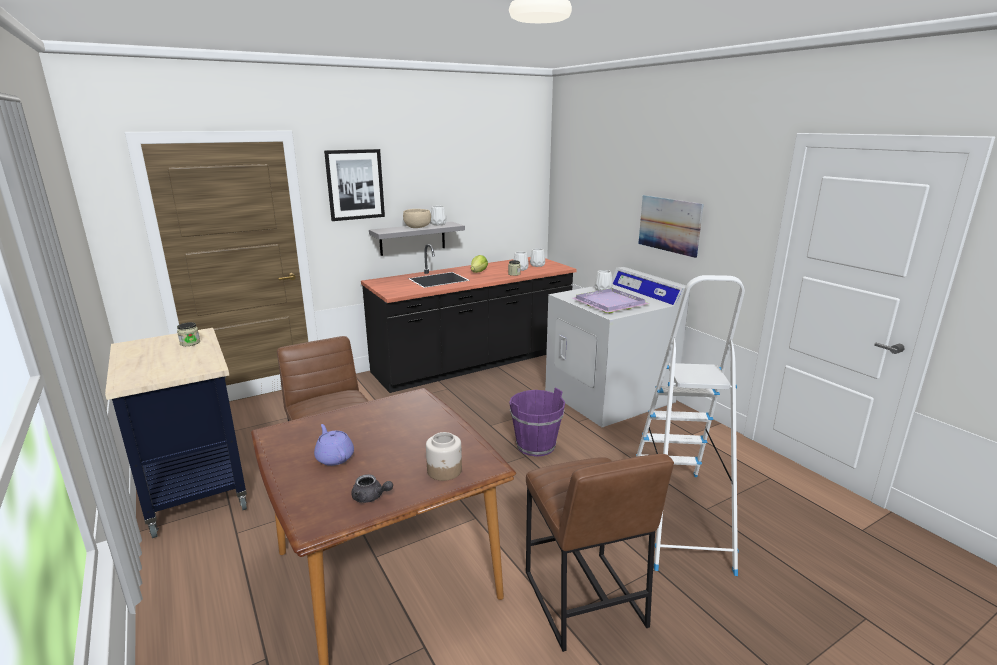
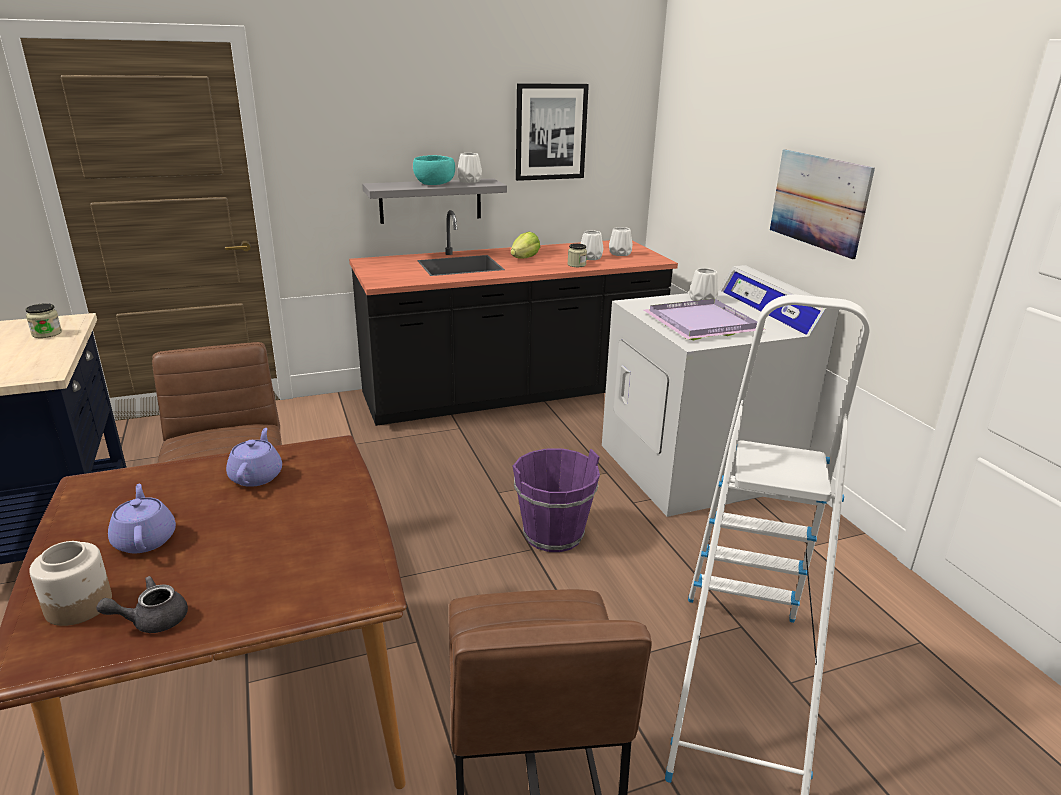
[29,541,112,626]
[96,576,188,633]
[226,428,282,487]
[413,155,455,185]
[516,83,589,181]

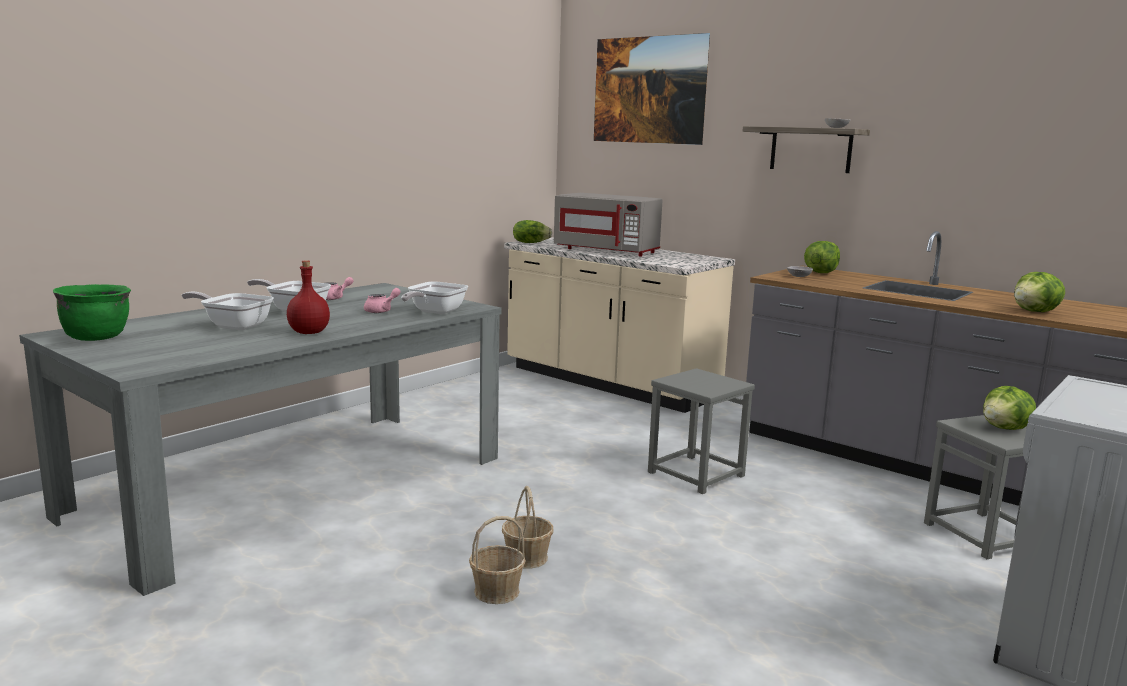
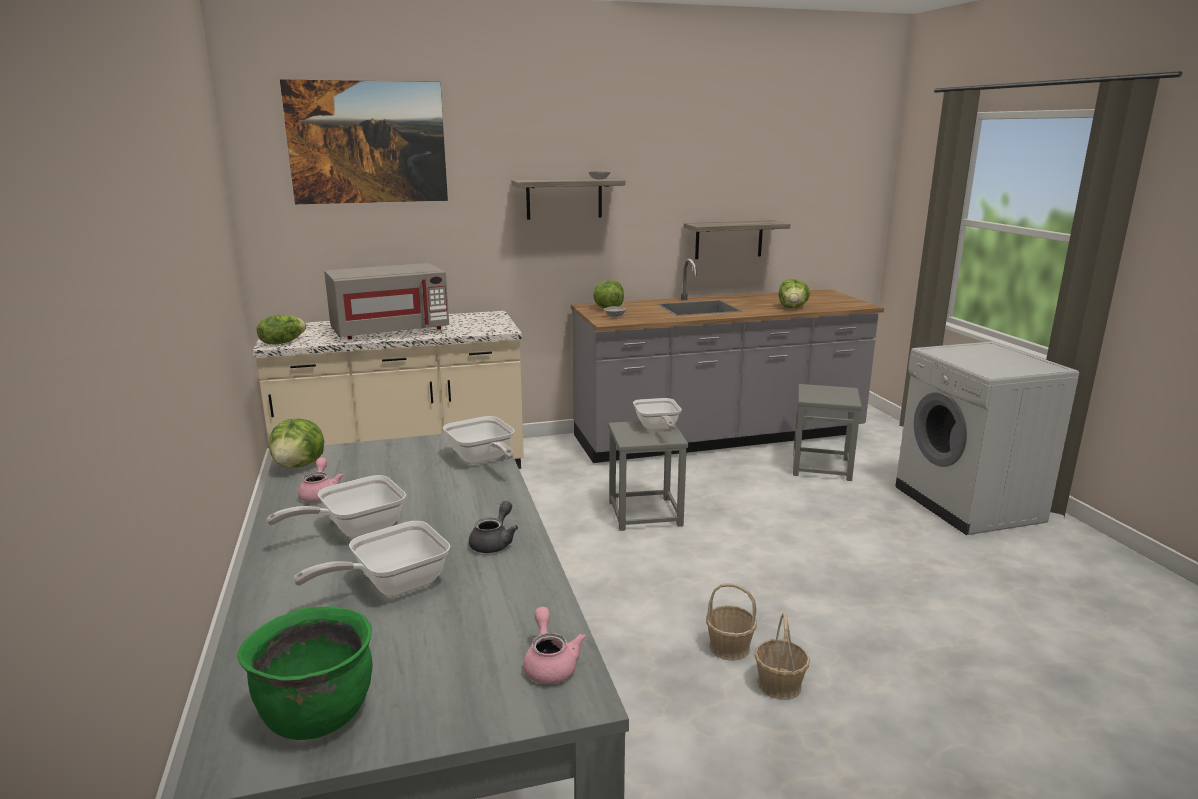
[269,418,325,468]
[469,501,518,553]
[523,607,586,684]
[633,398,682,430]
[684,220,790,259]

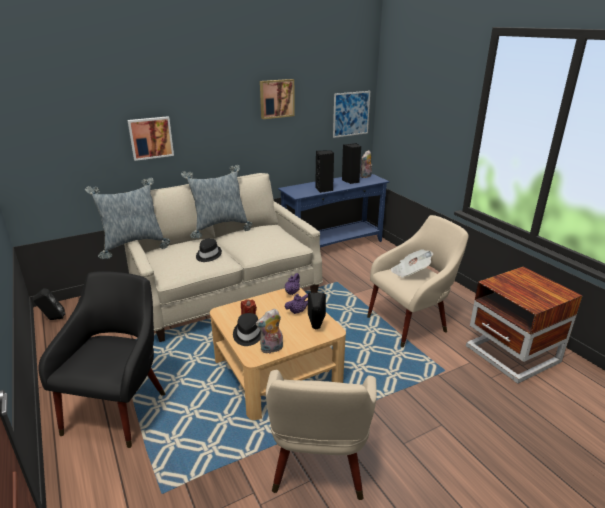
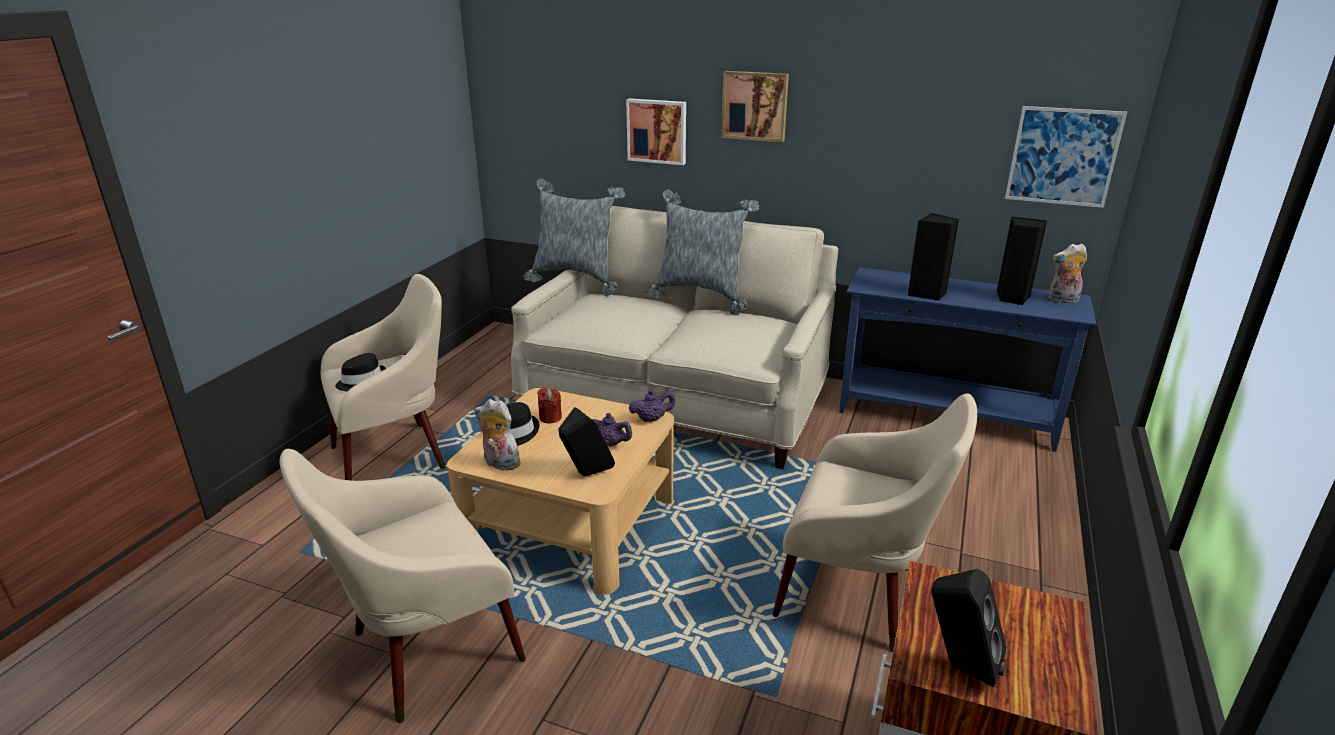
[321,274,446,480]
[335,353,386,391]
[721,71,789,142]
[932,569,1006,687]
[390,249,434,278] (first image)

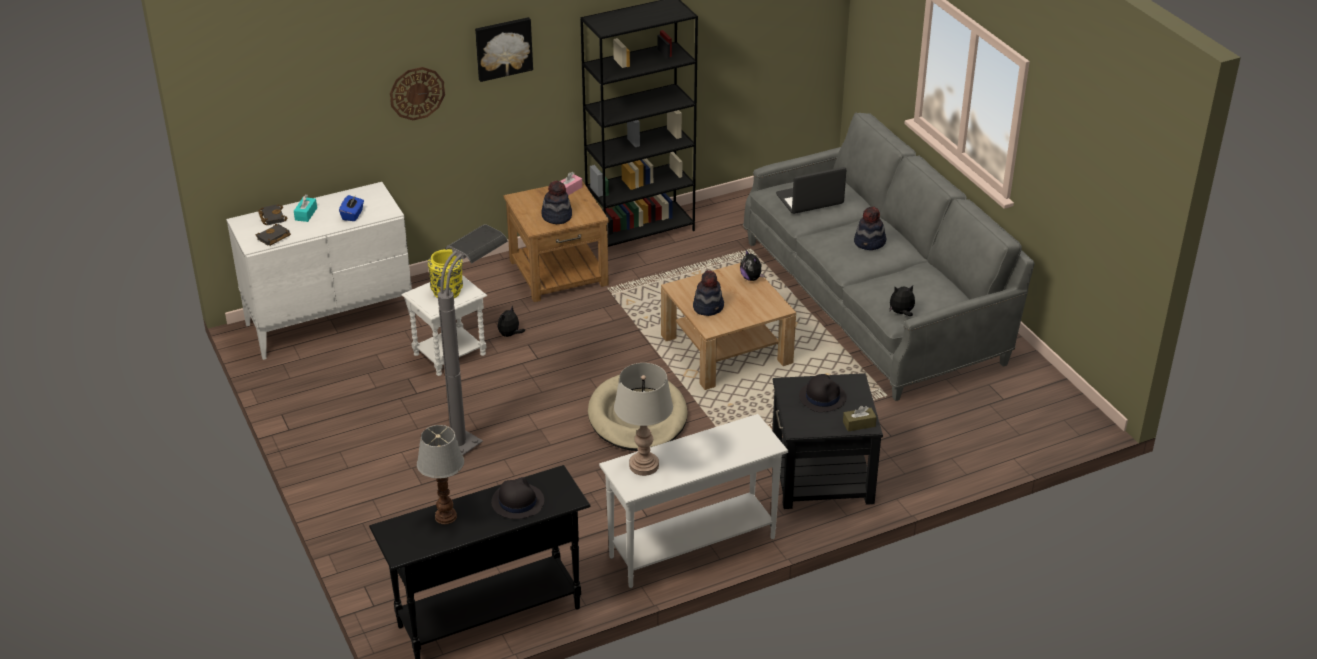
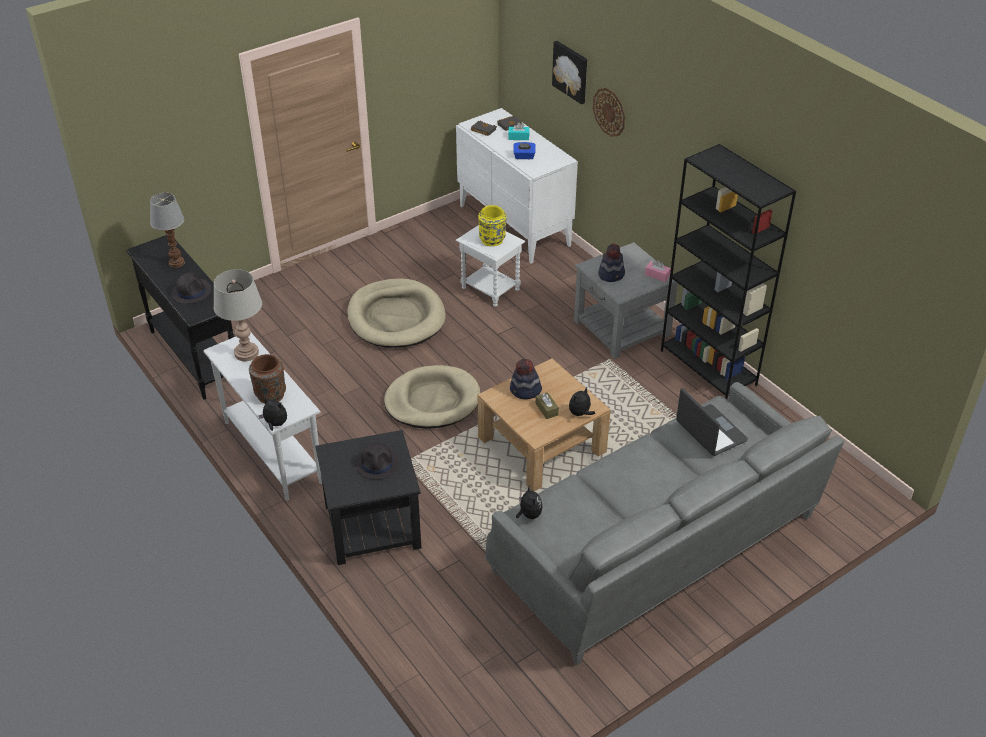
[249,354,286,404]
[259,398,287,431]
[347,278,446,348]
[536,392,559,419]
[552,41,587,104]
[574,242,678,359]
[854,207,886,250] (first image)

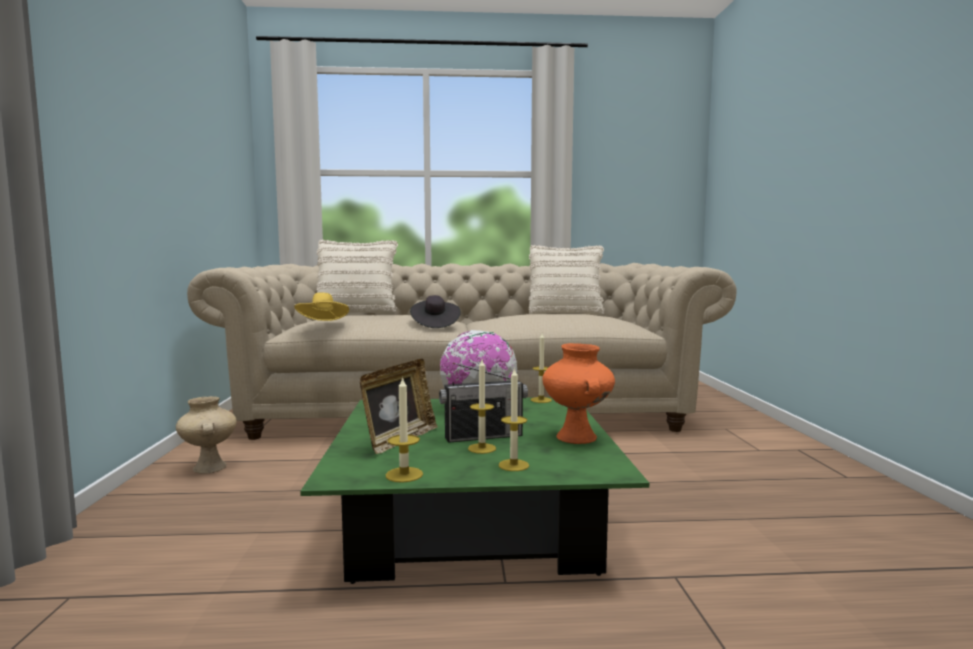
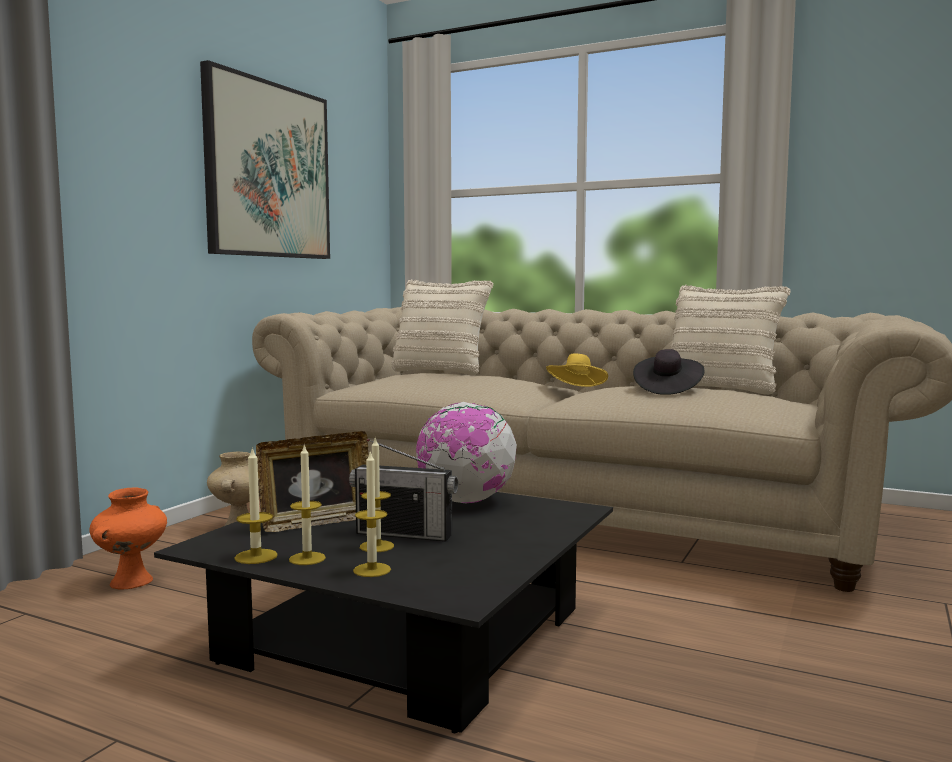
[90,488,167,589]
[154,492,613,733]
[200,60,330,259]
[289,444,326,565]
[546,354,608,387]
[633,349,704,395]

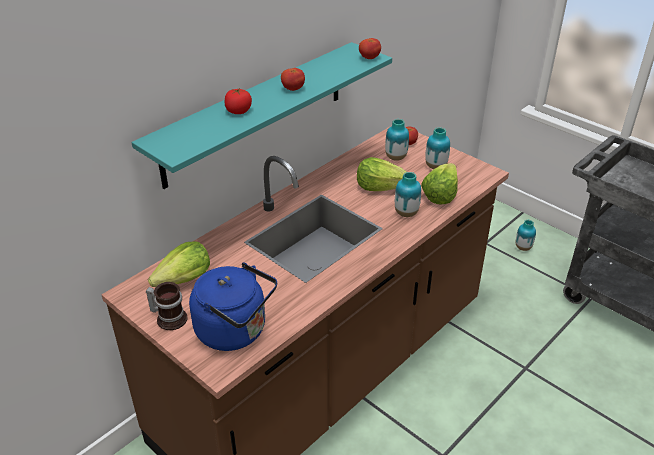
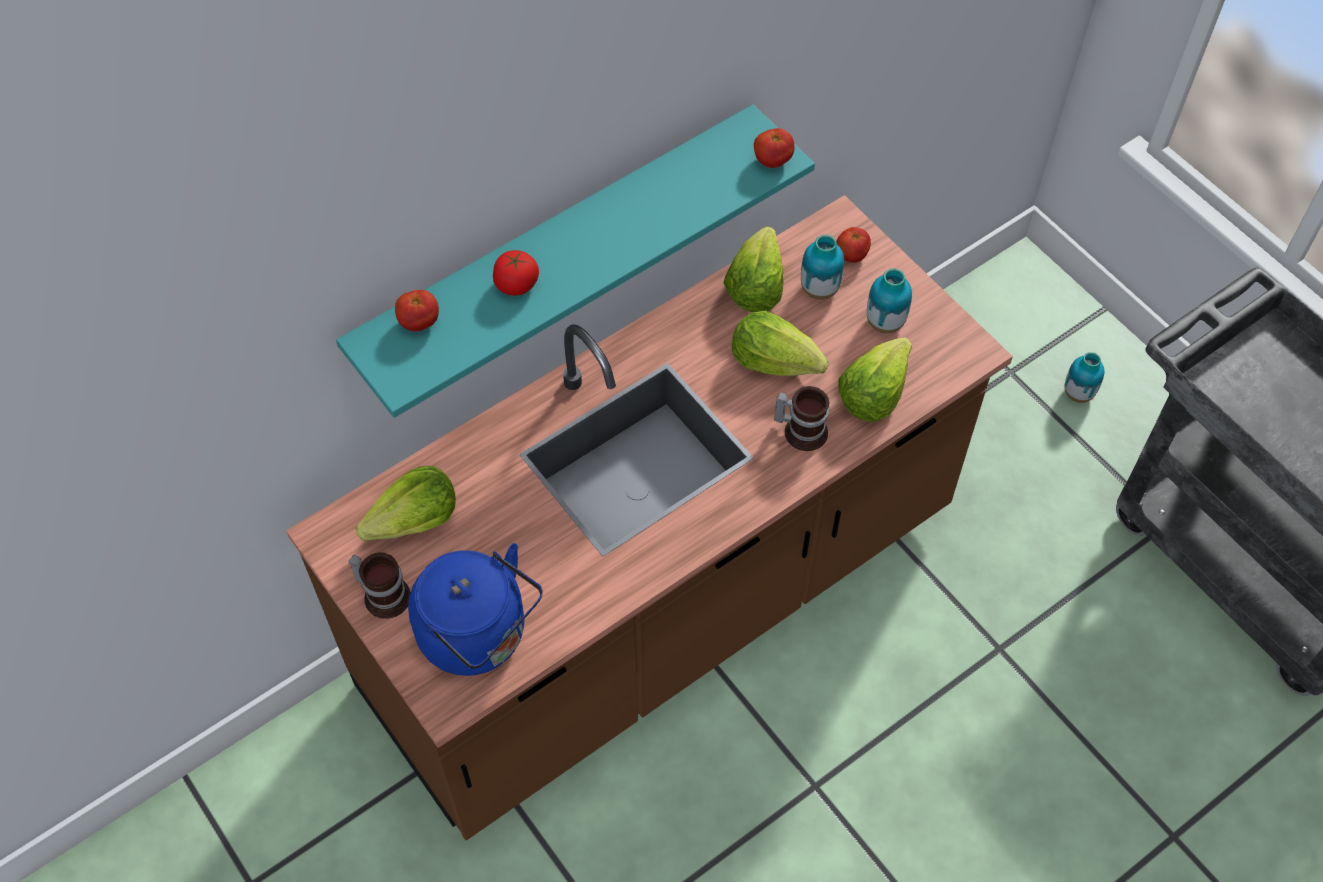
[395,290,439,332]
[724,227,784,312]
[774,386,829,451]

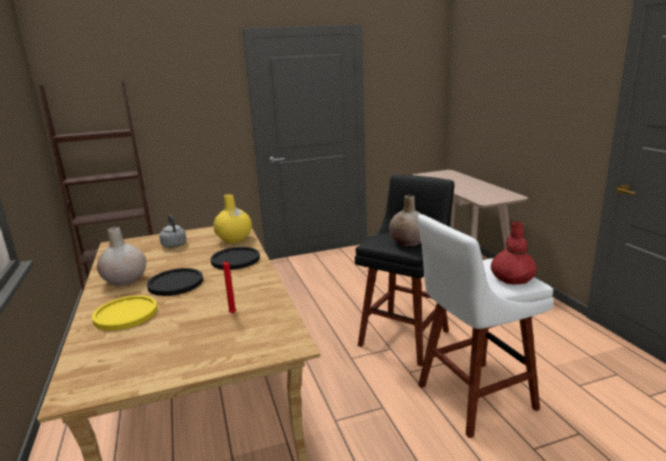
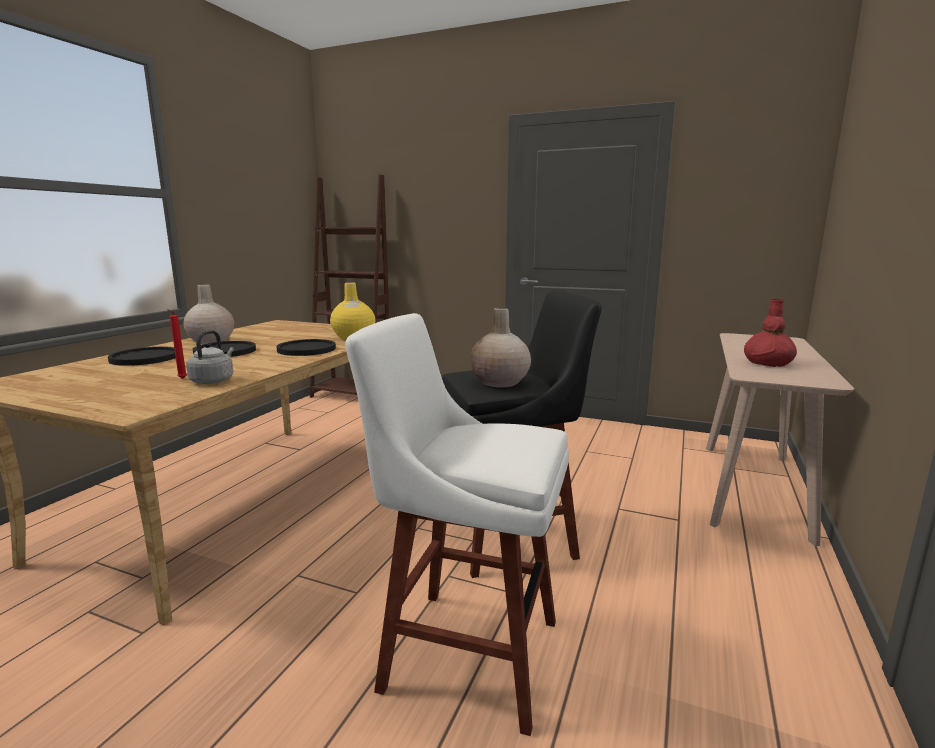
[108,347,176,366]
[186,330,234,384]
[744,299,797,367]

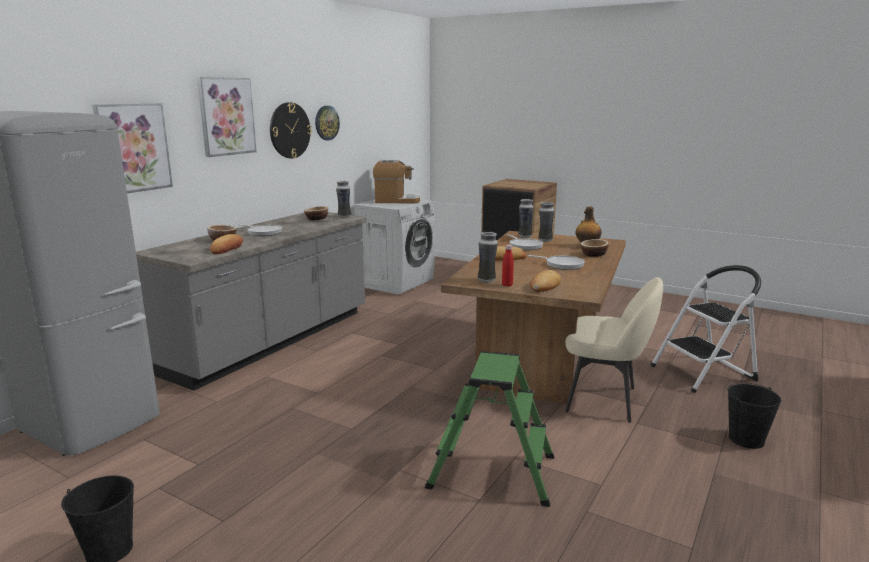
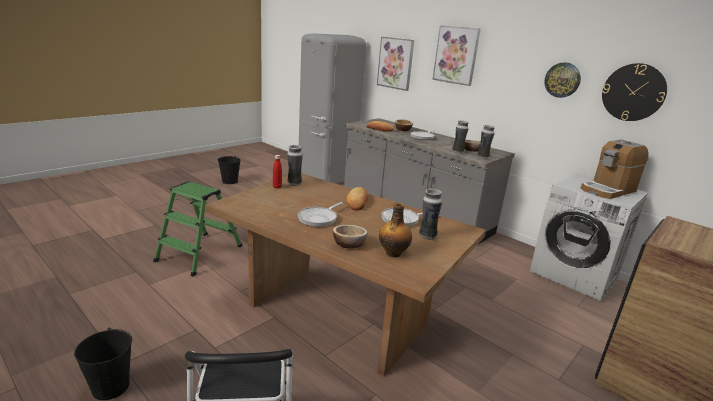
[452,120,469,154]
[581,139,649,199]
[602,63,667,121]
[530,270,561,292] (first image)
[565,277,663,423] (first image)

